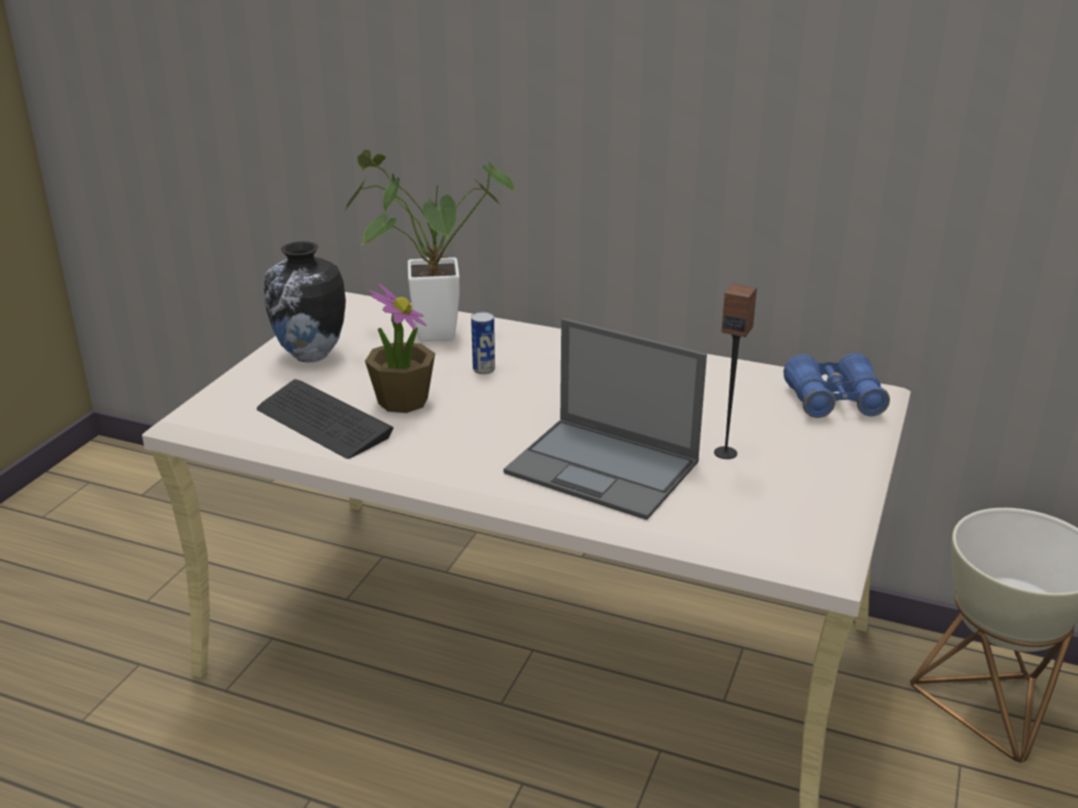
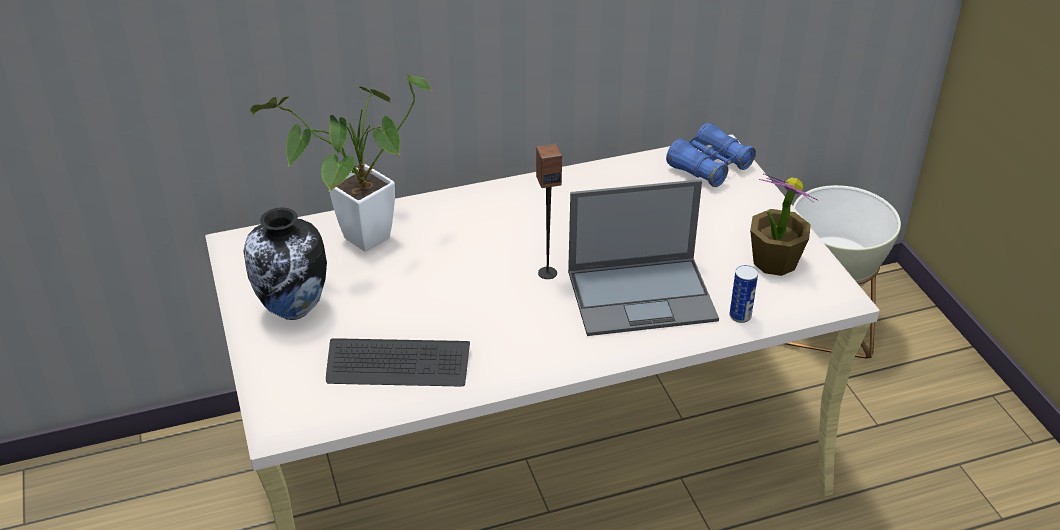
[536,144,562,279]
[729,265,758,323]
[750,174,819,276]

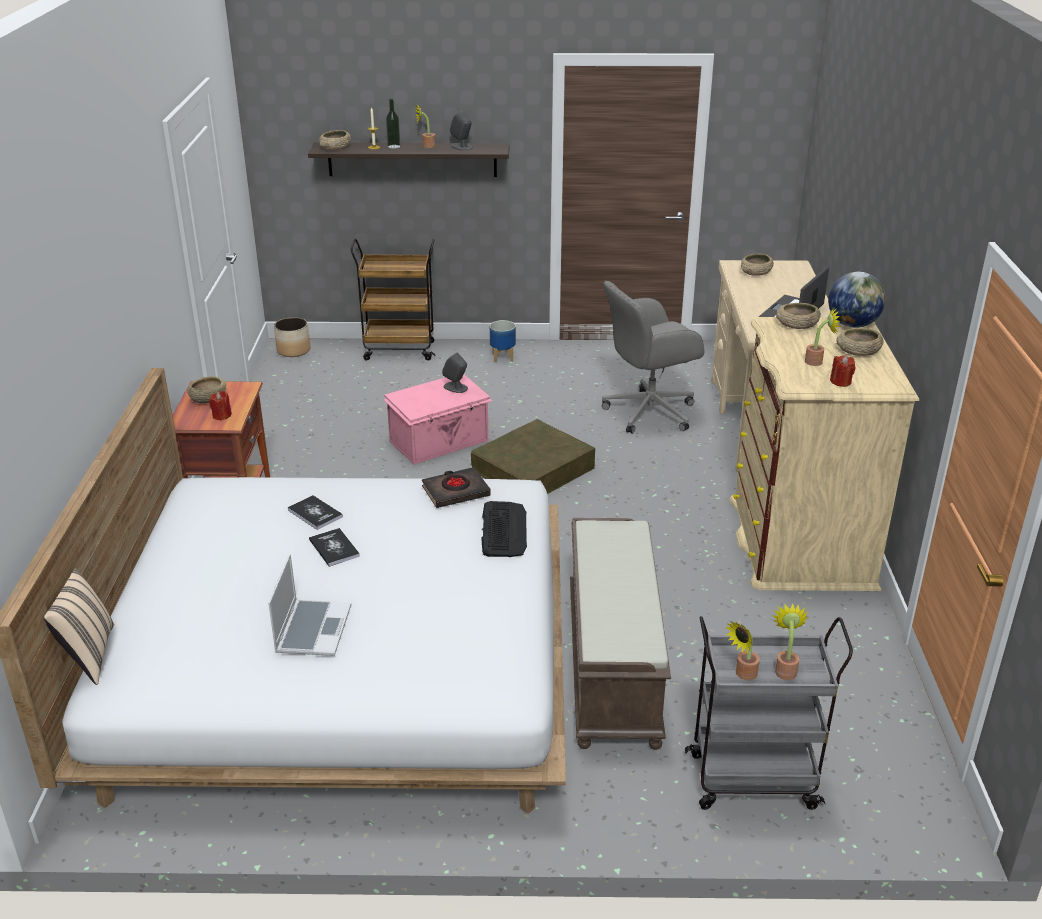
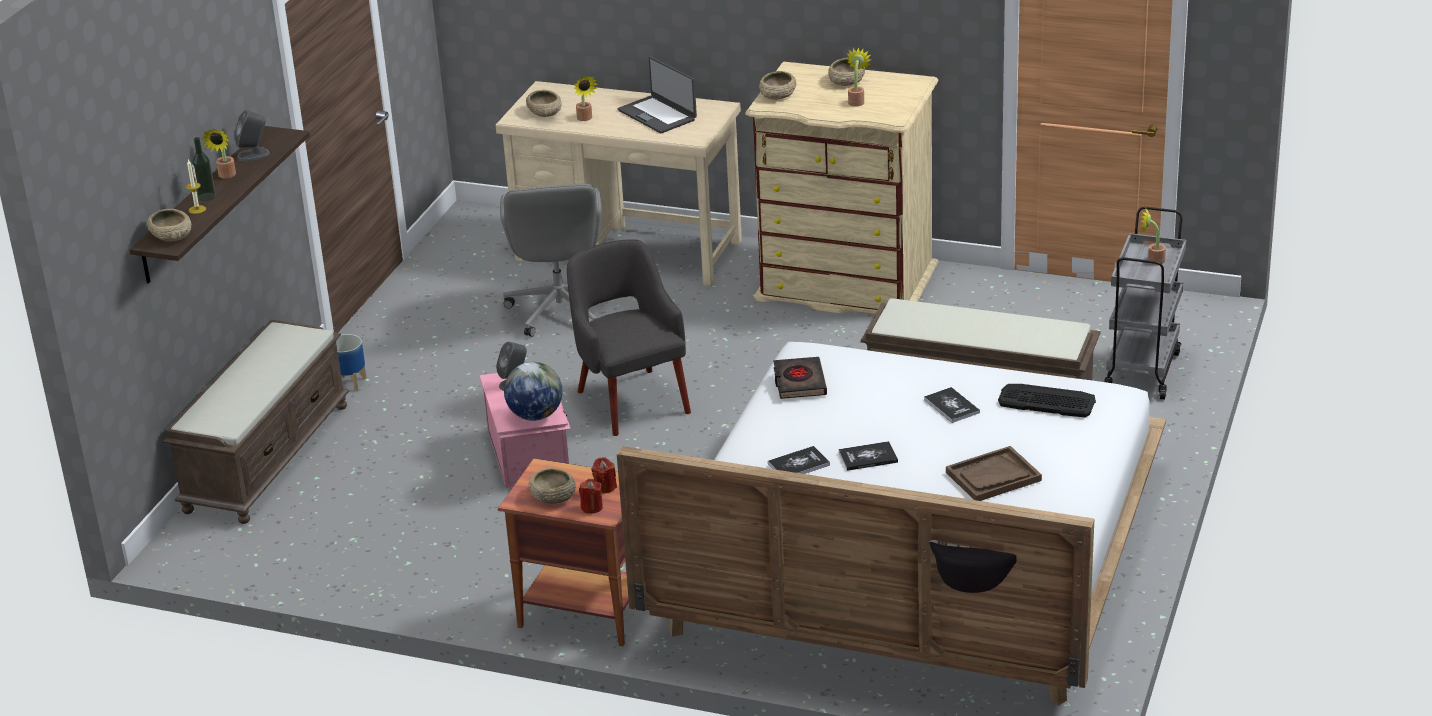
[163,319,349,524]
[504,362,563,421]
[567,239,691,436]
[574,76,598,121]
[579,479,603,513]
[924,387,980,423]
[946,446,1042,501]
[998,384,1096,417]
[274,317,310,357] (first image)

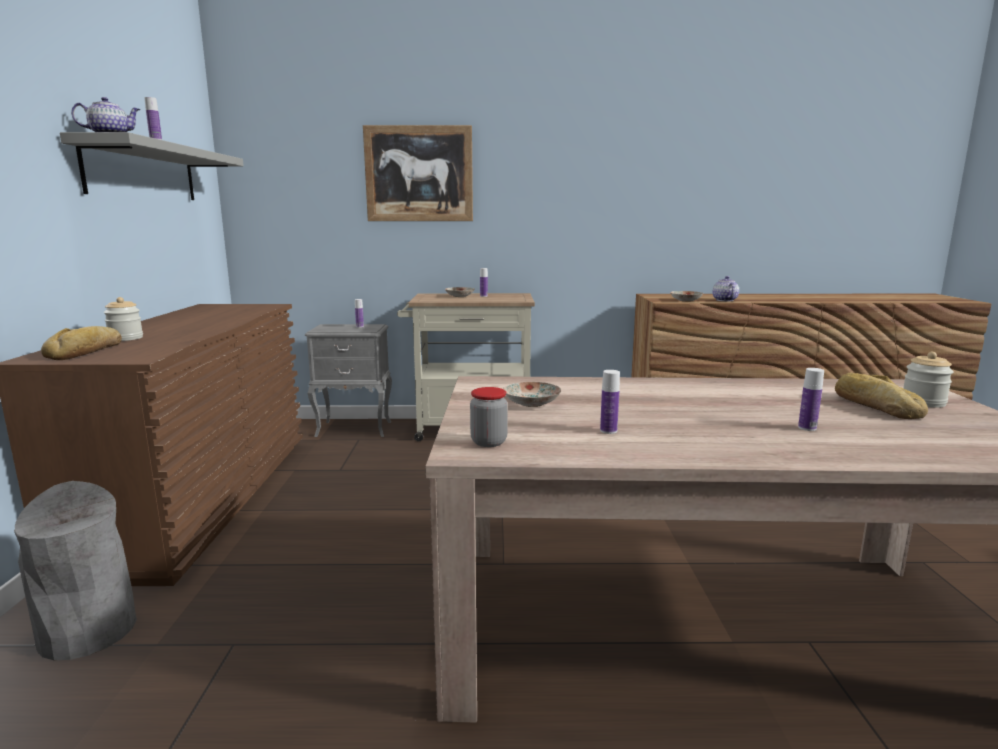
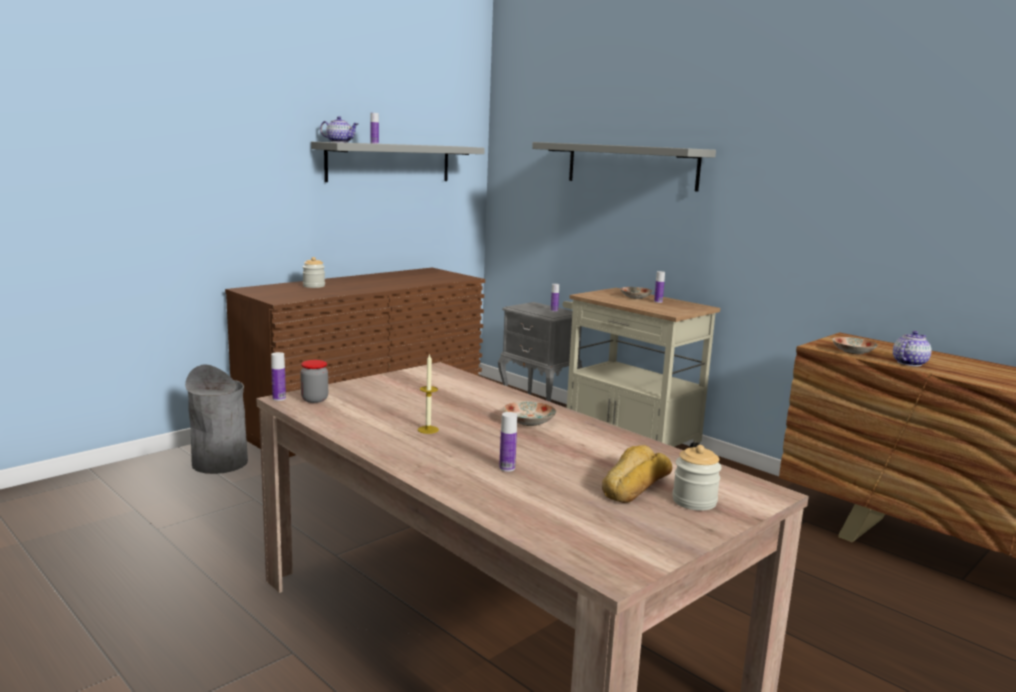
[271,352,286,401]
[418,353,439,434]
[503,401,557,426]
[532,142,716,192]
[41,326,122,360] (first image)

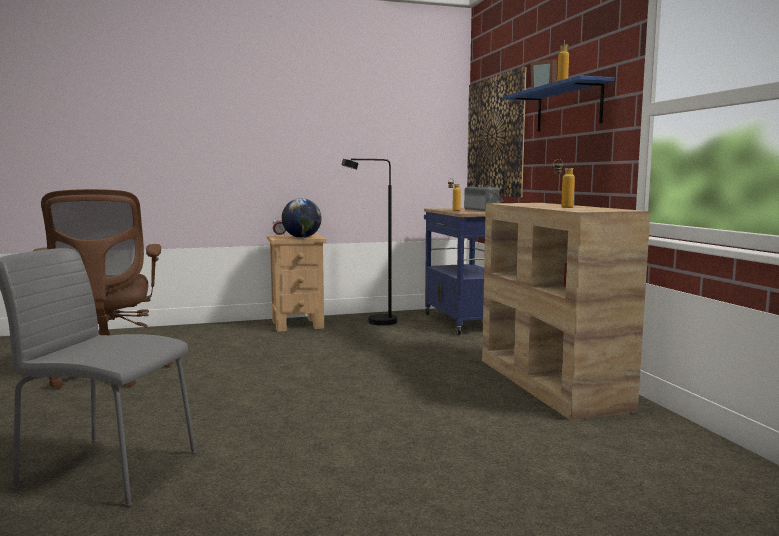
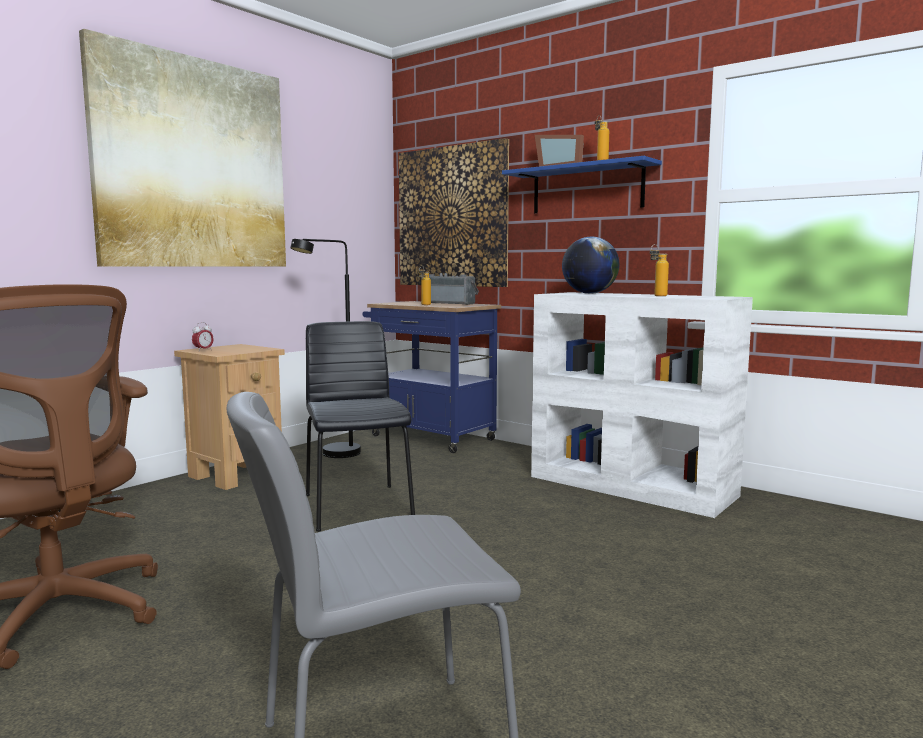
[79,29,286,267]
[306,321,415,532]
[531,292,753,518]
[562,237,619,294]

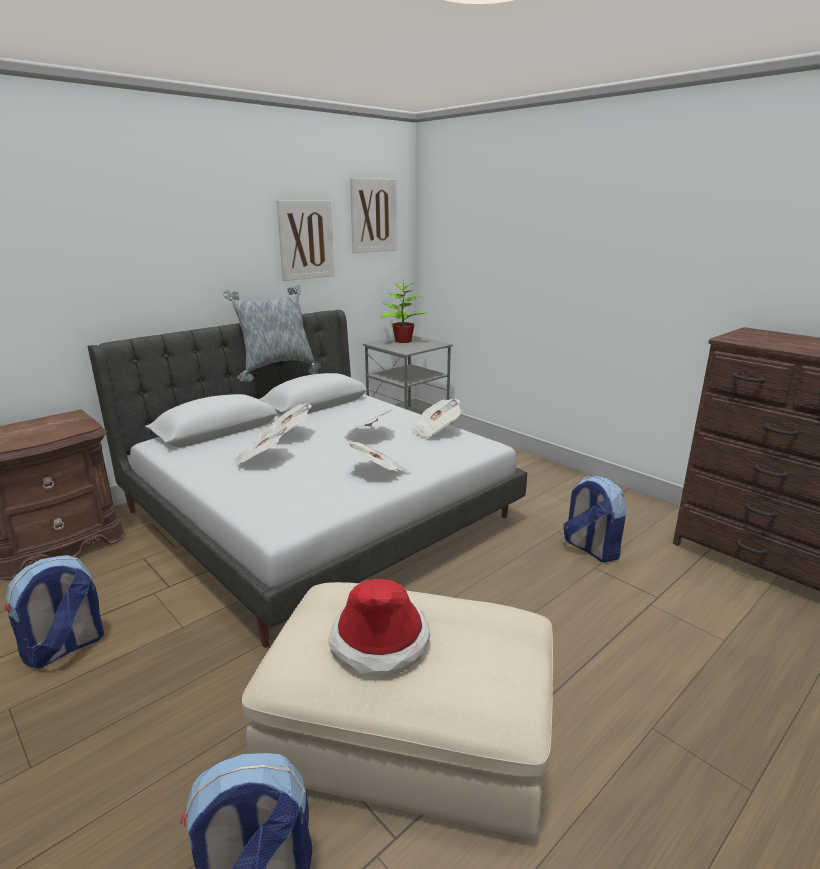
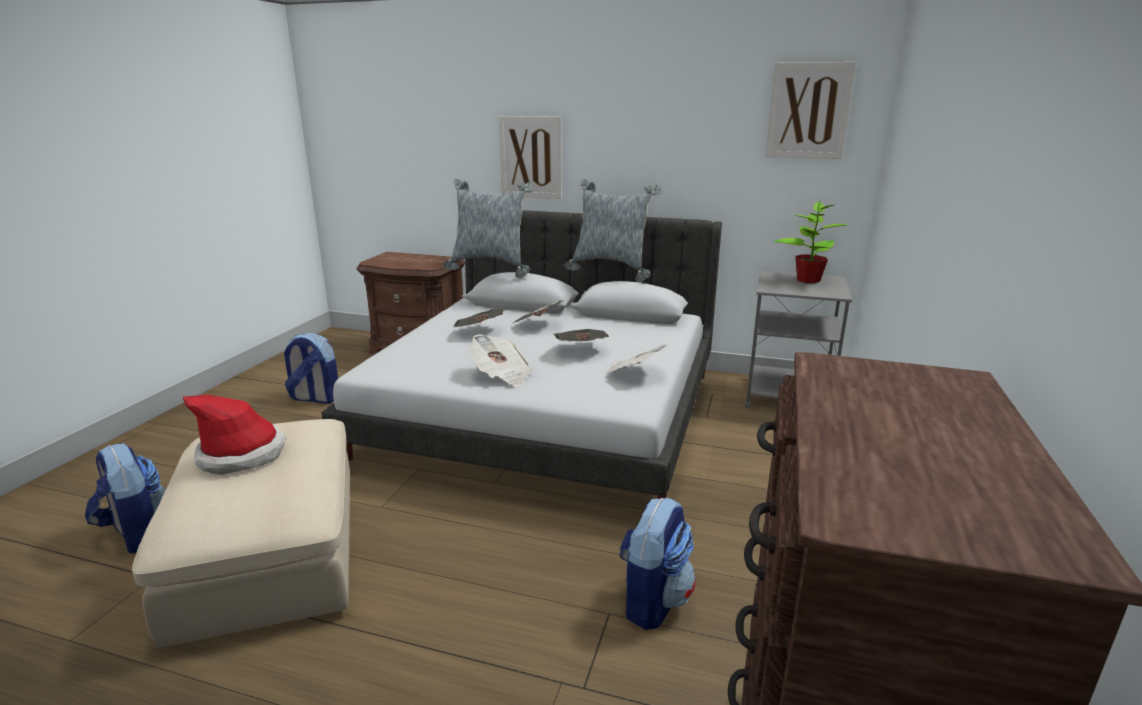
[442,179,534,279]
[499,116,562,199]

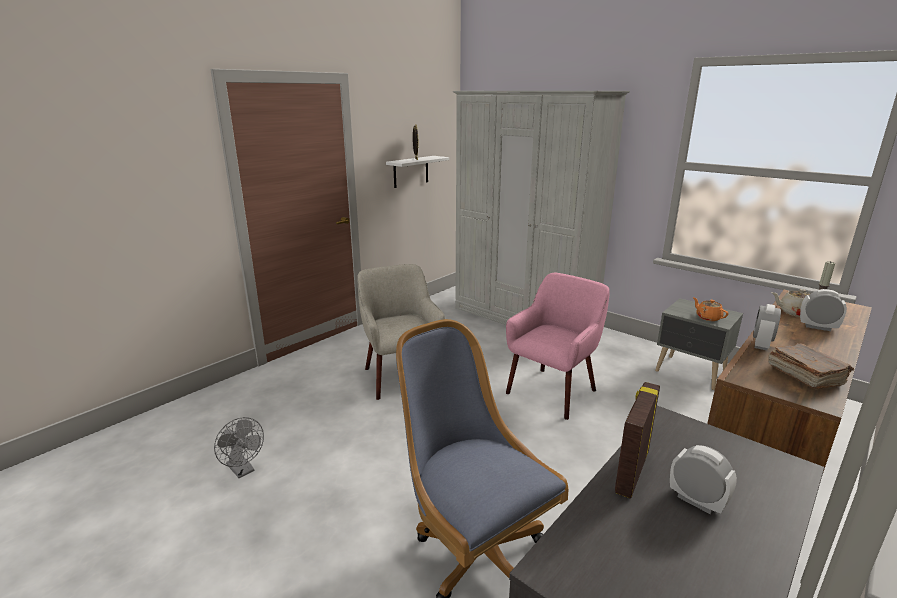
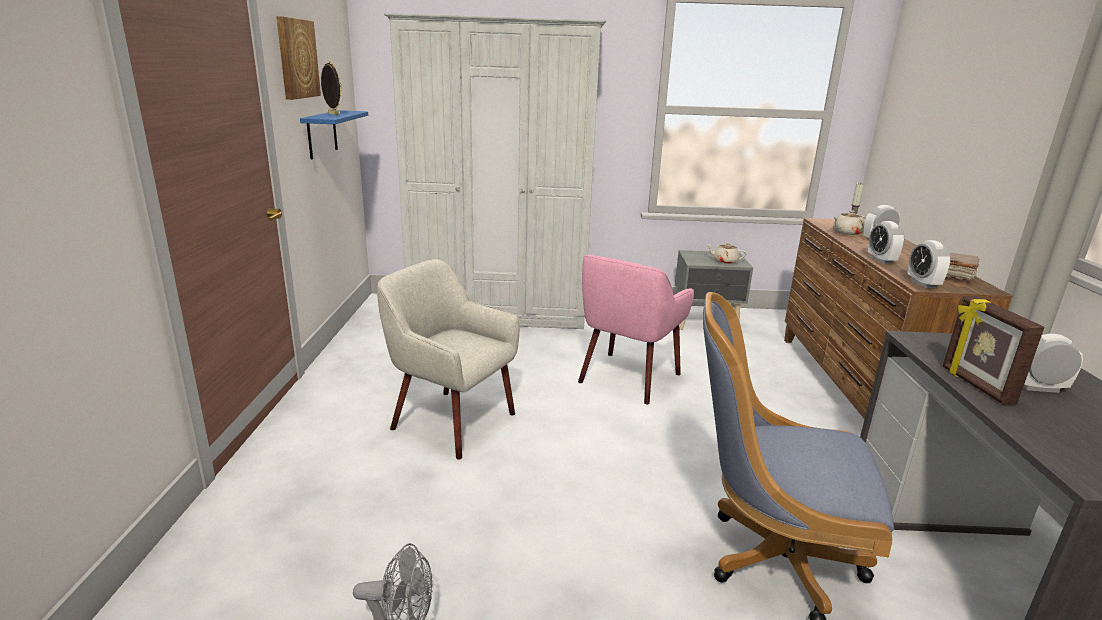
[276,16,321,100]
[300,110,368,159]
[578,255,694,404]
[706,243,747,264]
[907,240,951,288]

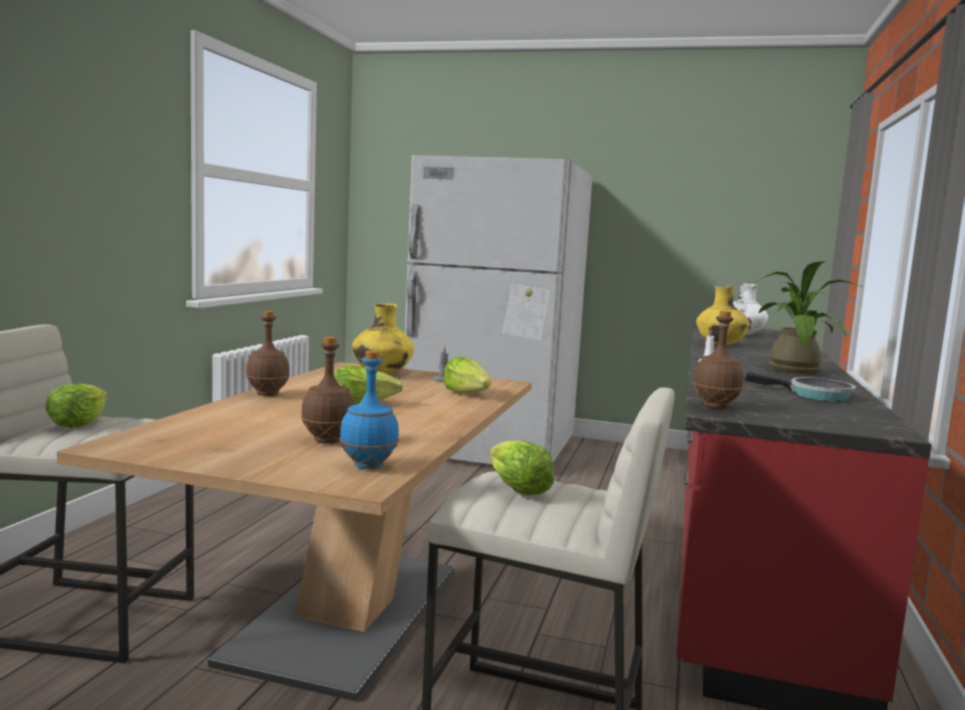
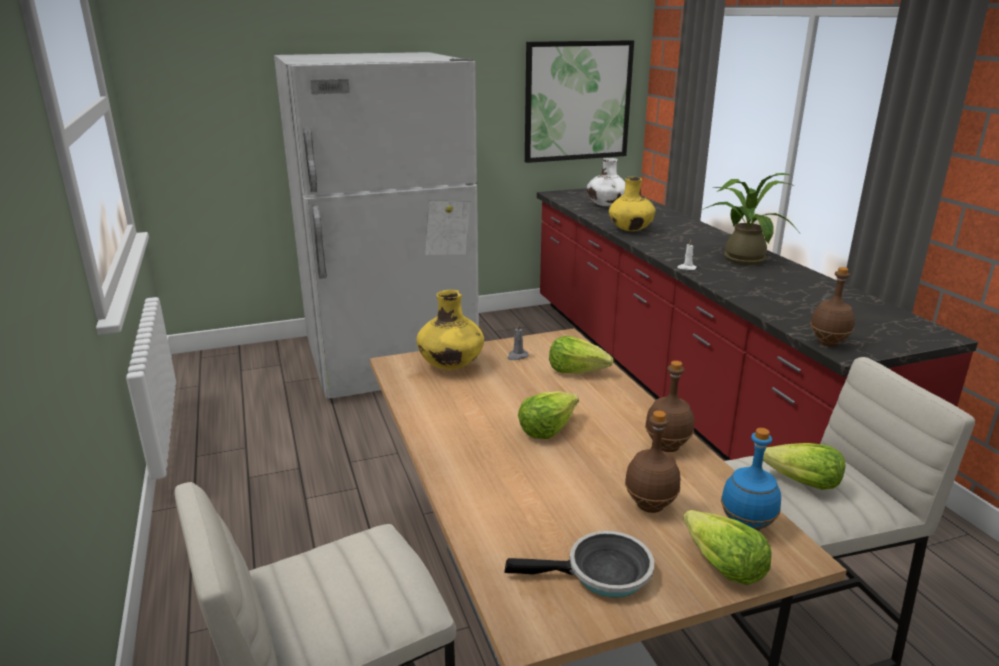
[504,531,654,598]
[525,40,634,163]
[645,361,694,452]
[683,510,772,585]

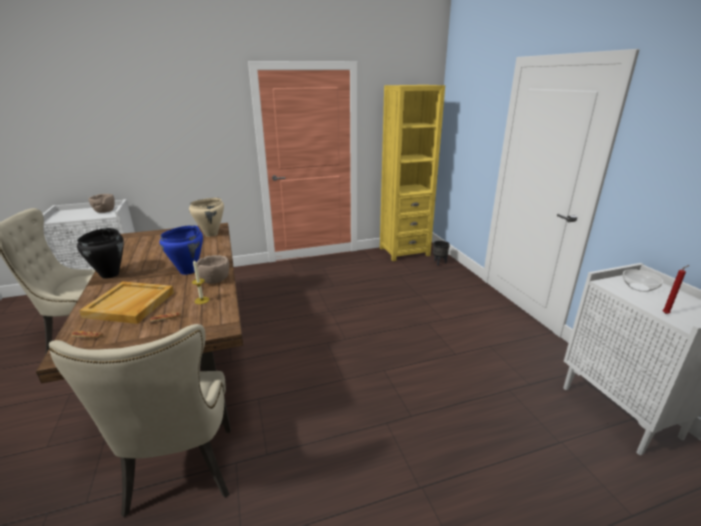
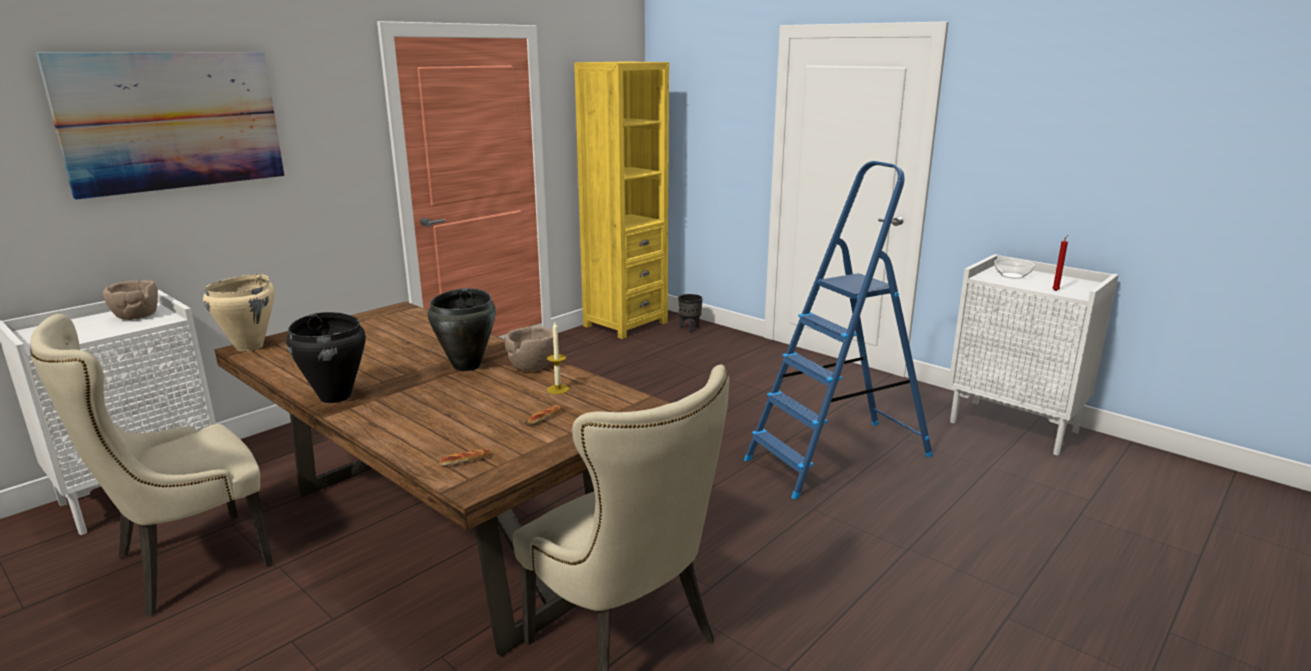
[36,52,284,200]
[203,274,275,351]
[428,288,496,371]
[744,161,933,499]
[79,281,174,324] (first image)

